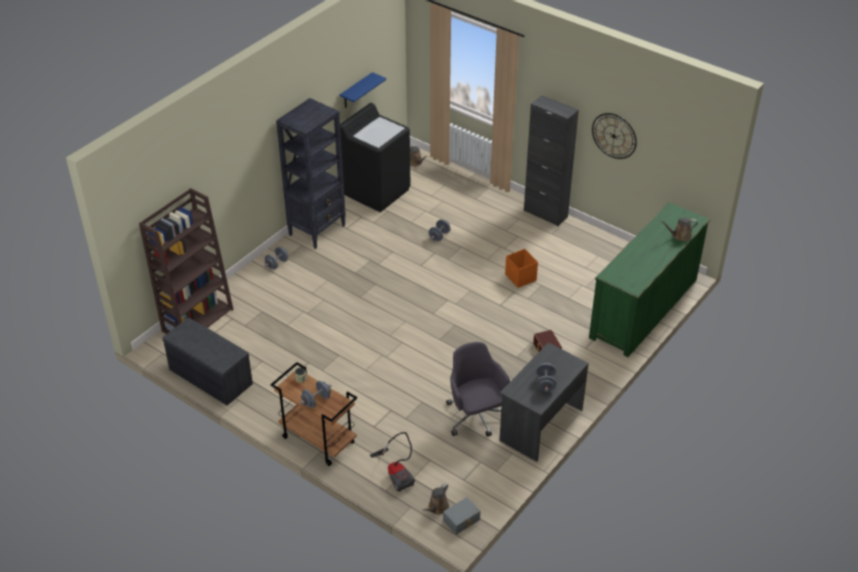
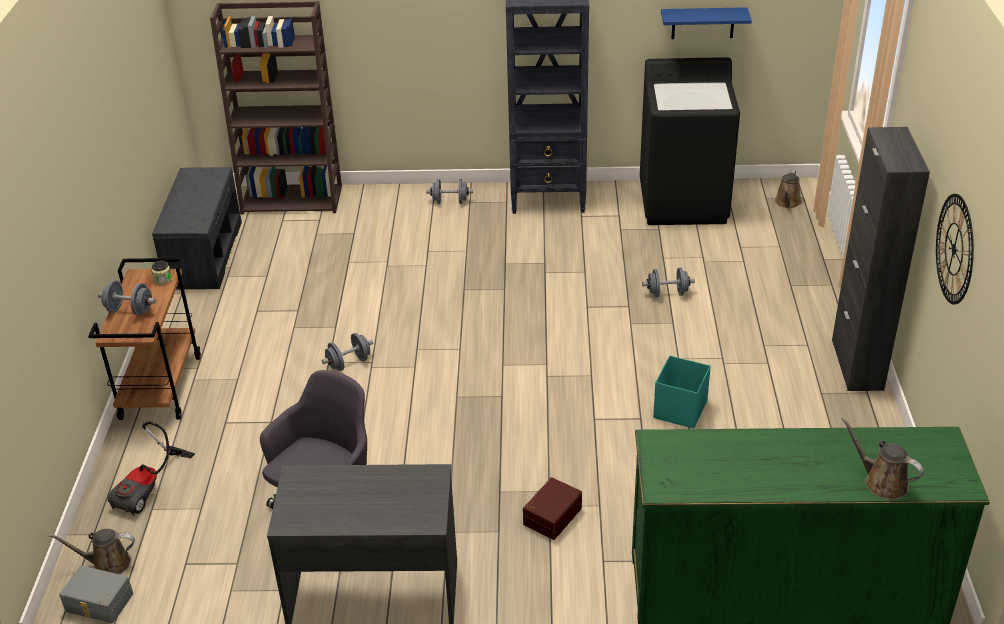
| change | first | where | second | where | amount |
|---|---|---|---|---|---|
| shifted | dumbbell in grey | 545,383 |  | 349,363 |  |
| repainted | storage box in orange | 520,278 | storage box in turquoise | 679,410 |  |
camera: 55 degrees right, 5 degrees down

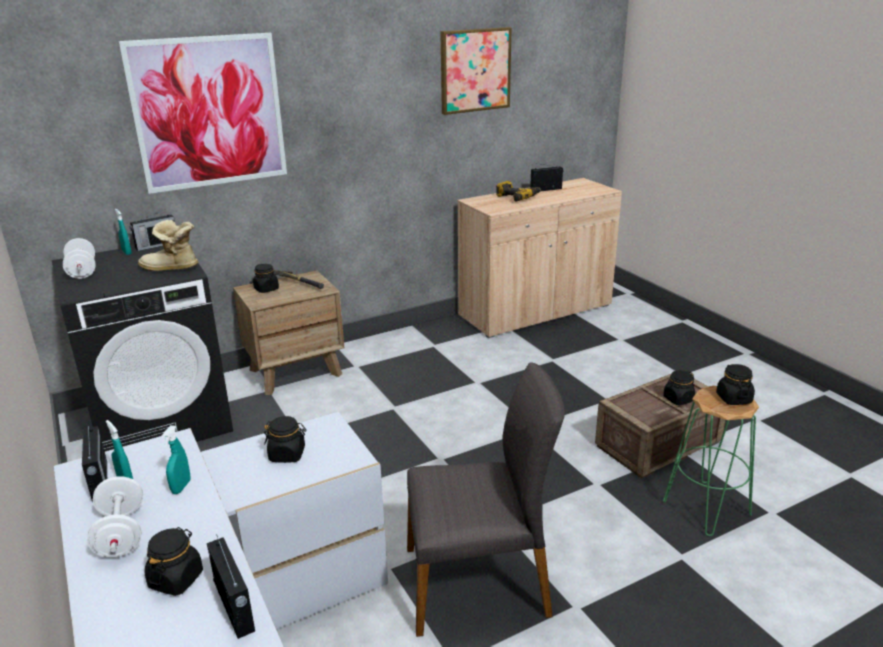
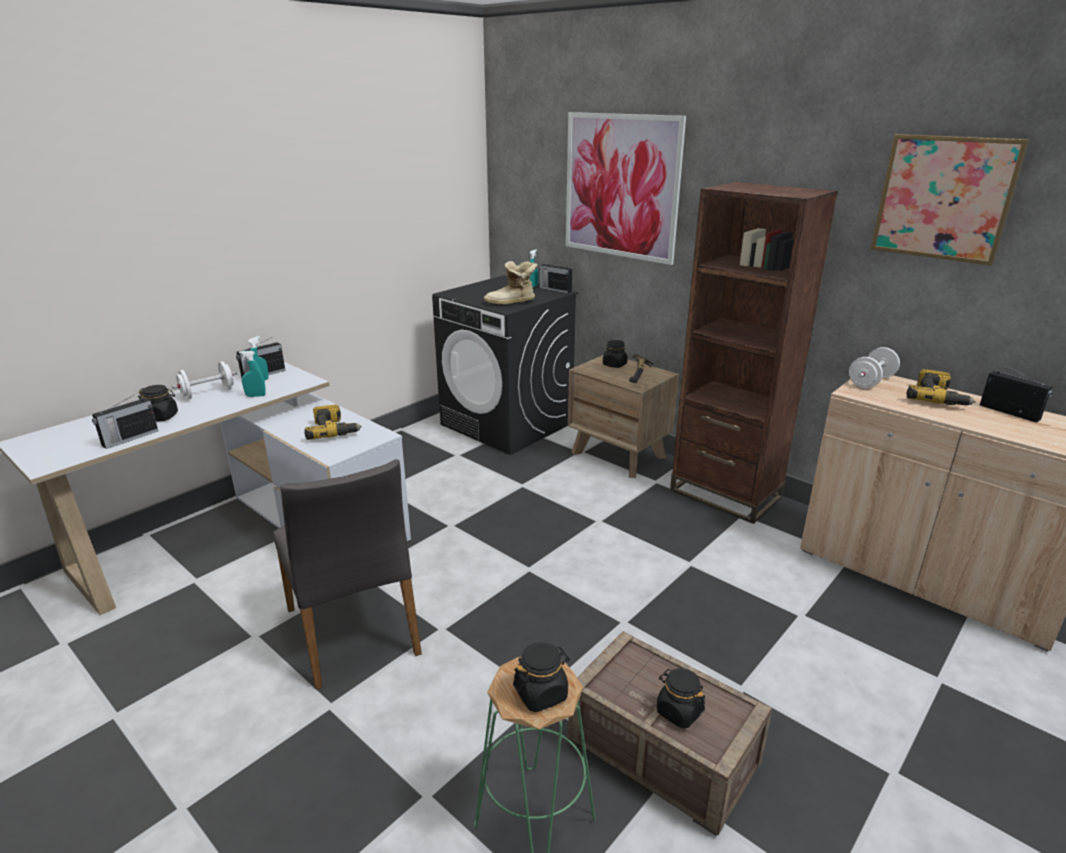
| change | first | where | second | where | amount |
|---|---|---|---|---|---|
| new |  |  | bookcase in brown | 725,494 |  |
| shifted | dumbbell in white | 82,271 |  | 871,382 |  |
| swapped | jar in black | 287,454 | power drill | 333,430 |  |
| rotated | boot | 170,269 |  | 512,303 | 90 degrees counterclockwise |
camera: 70 degrees right, 0 degrees up

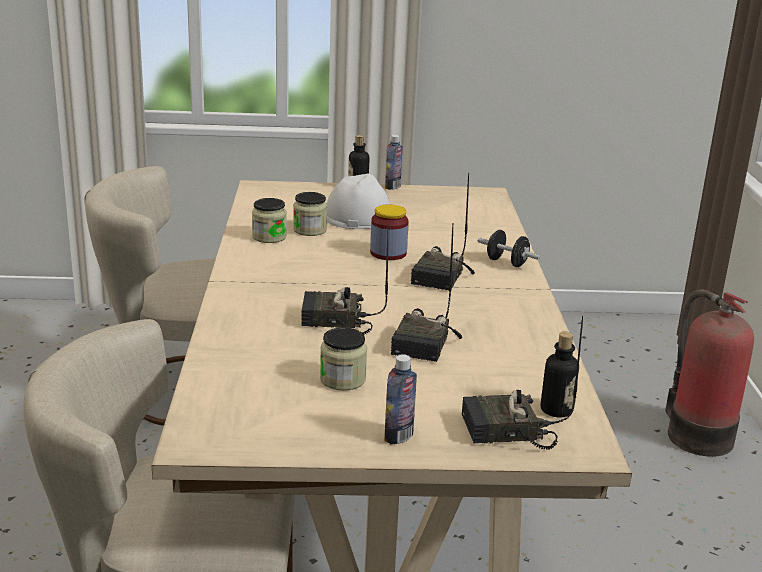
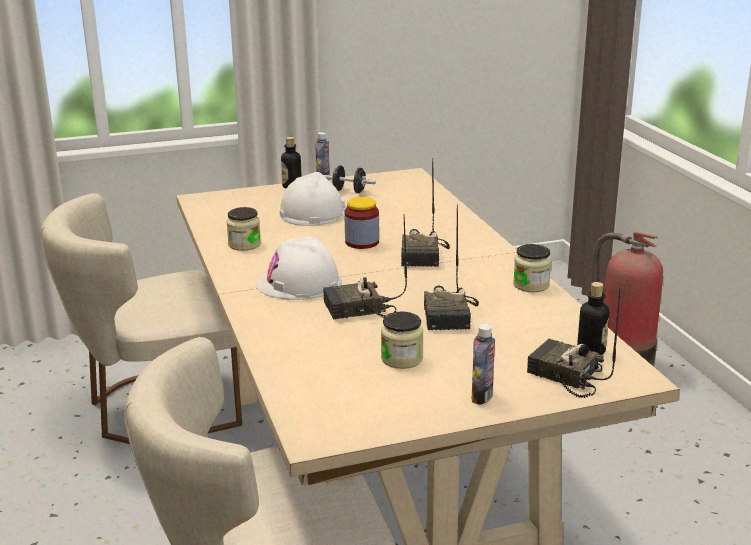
| change | first | where | second | where | amount |
|---|---|---|---|---|---|
| new |  |  | hard hat in white | 299,284 |  |
| shifted | jar | 310,230 |  | 531,285 |  |
| shifted | dumbbell in black | 507,263 |  | 349,191 |  |
| rotated | radio | 506,432 |  | 564,376 | 60 degrees clockwise |
camera: 15 degrees left, 0 degrees up

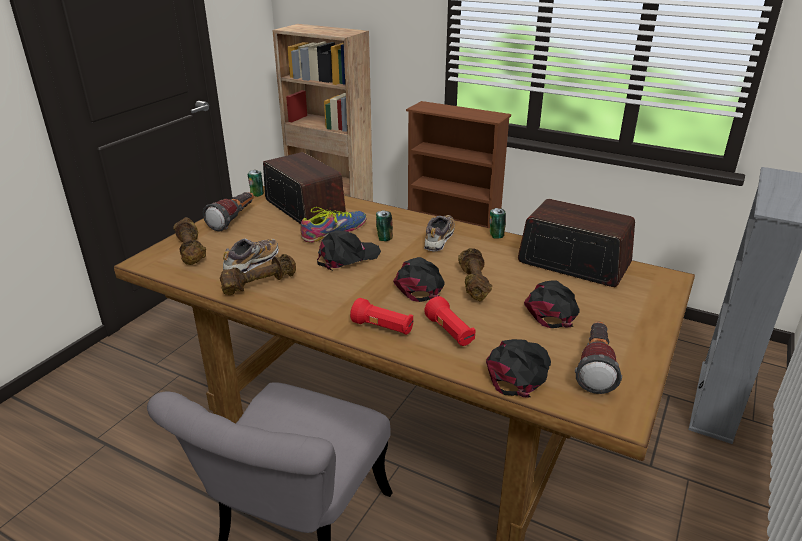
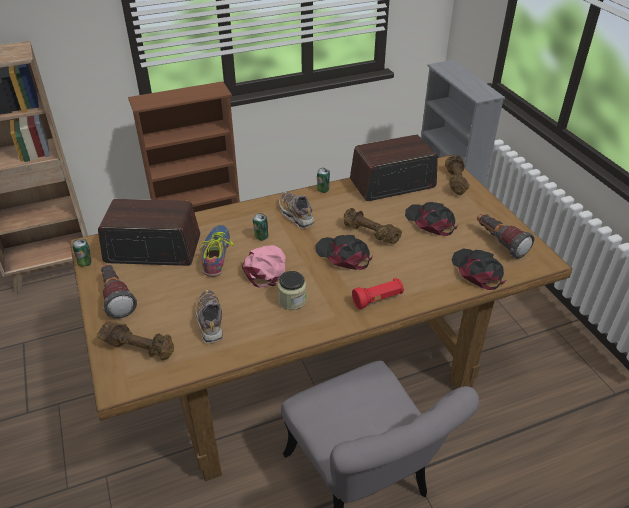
| change | first | where | second | where | amount |
|---|---|---|---|---|---|
| gone | flashlight in red | 450,332 |  |  |  |
| new |  |  | jar | 292,300 |  |
| shifted | dumbbell in brown | 259,284 |  | 455,182 |  |
| repainted | cap in black | 347,257 | cap in pink | 265,268 |  |
camera: 50 degrees left, 10 degrees up

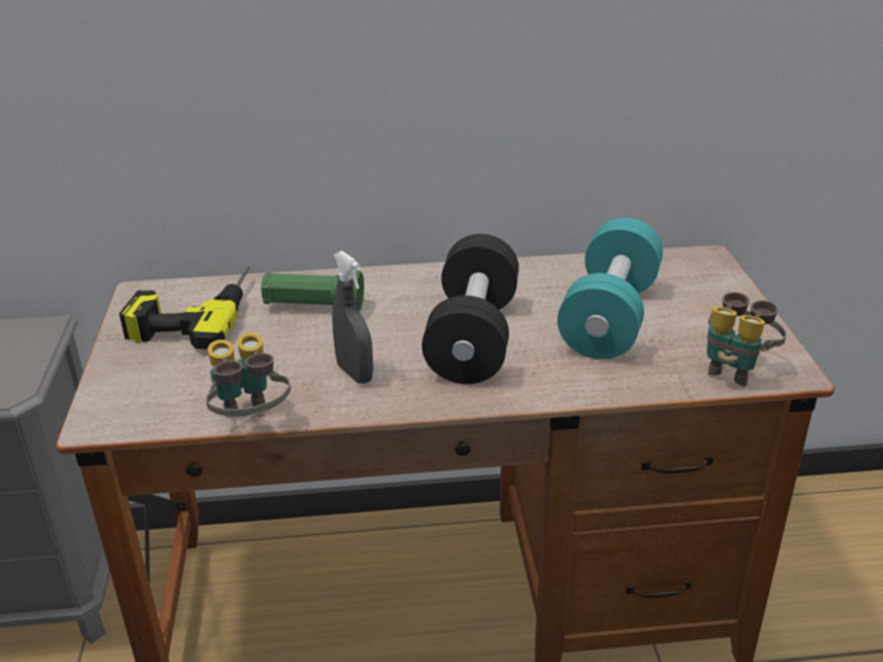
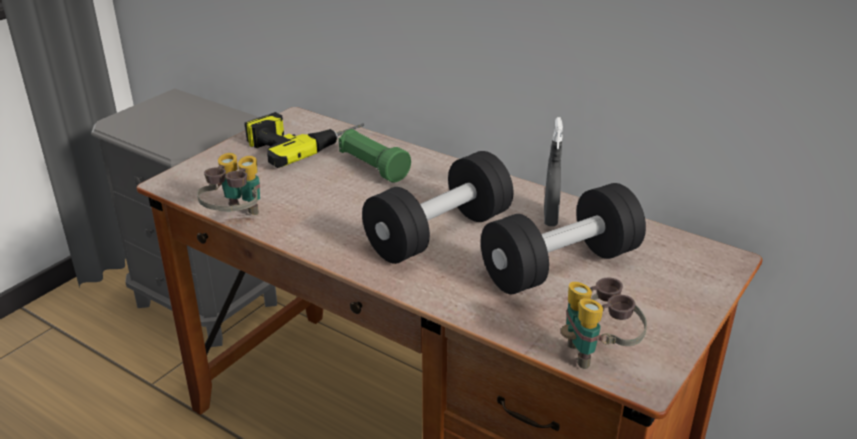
| change | first | where | second | where | amount |
|---|---|---|---|---|---|
| shifted | spray bottle in grey | 355,373 |  | 550,218 |  |
| repainted | dumbbell in turquoise | 609,318 | dumbbell in black | 560,266 |  |
camera: 40 degrees right, 0 degrees up

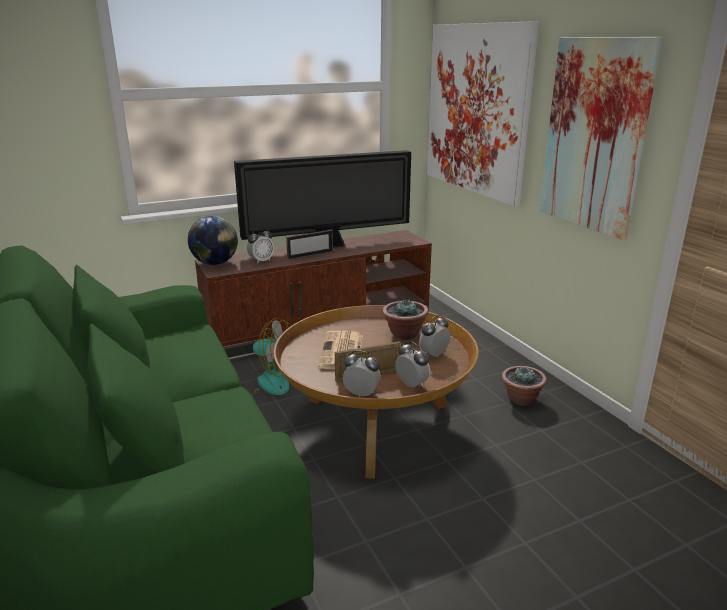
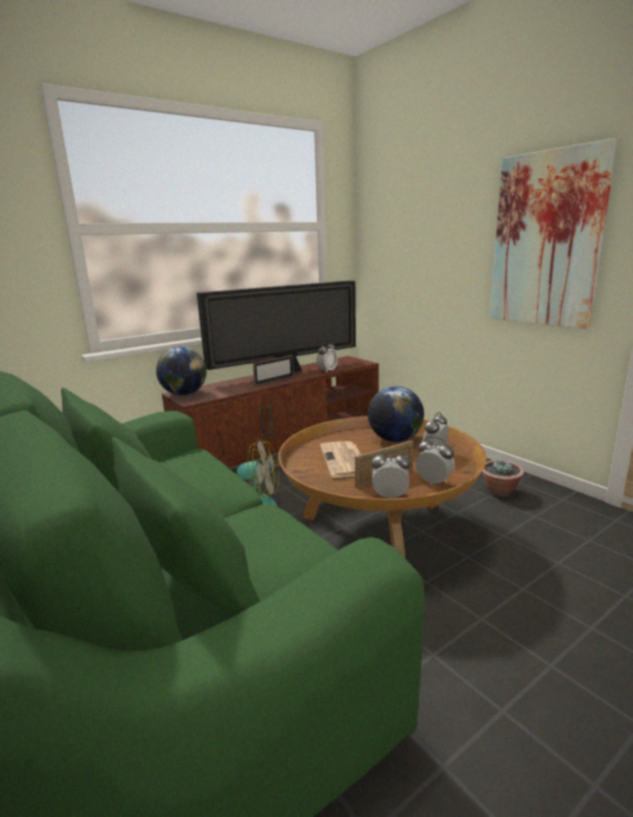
| change | first | where | second | where | amount |
|---|---|---|---|---|---|
| gone | picture | 477,110 |  |  |  |
| shifted | alarm clock | 261,261 |  | 327,371 |  |
| swapped | potted plant | 404,335 | globe | 394,439 |  |
camera: 10 degrees left, 5 degrees down

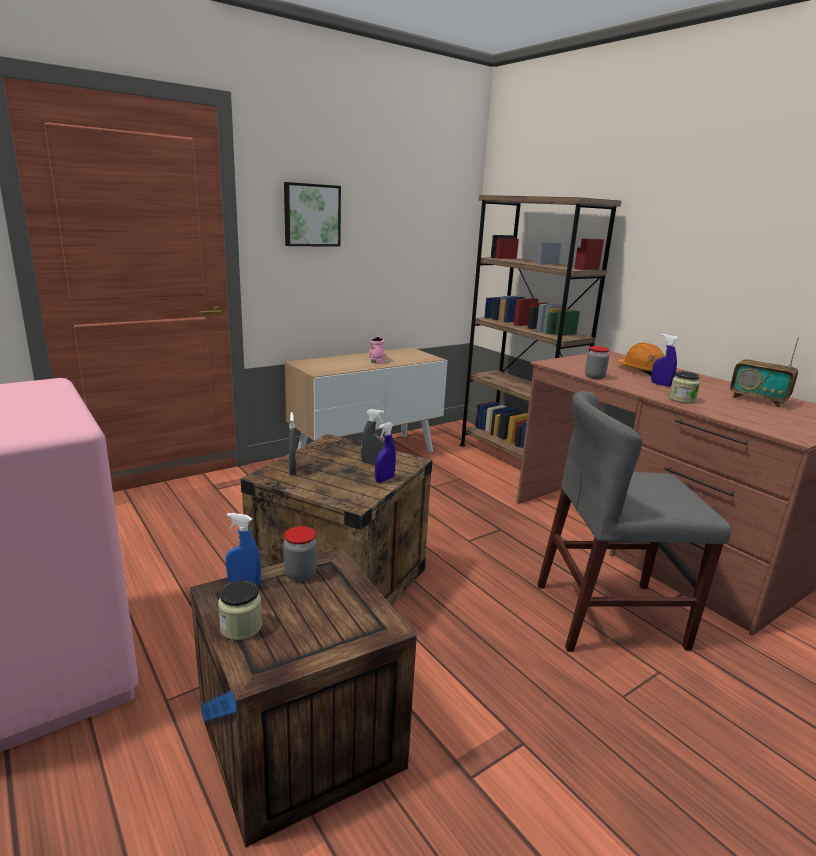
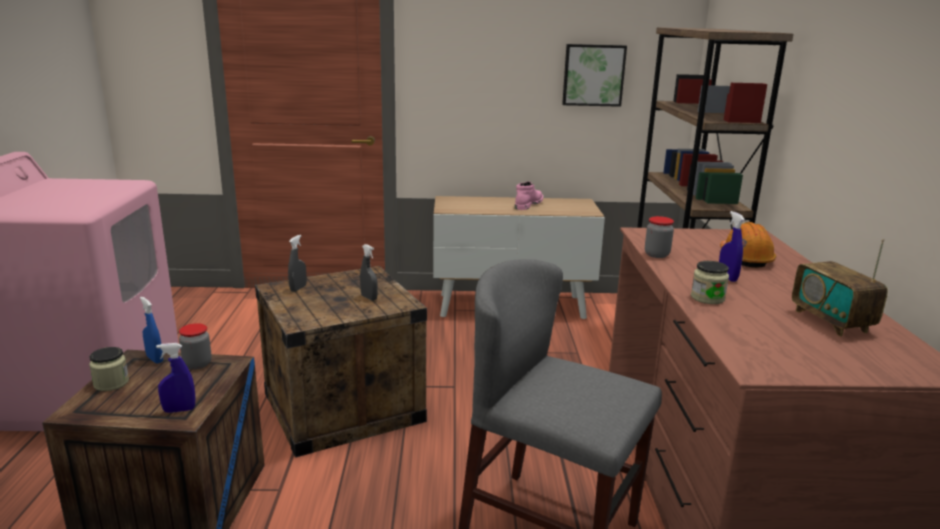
| change | first | where | second | where | amount |
|---|---|---|---|---|---|
| shifted | picture | 311,215 |  | 593,75 |  |
| shifted | spray bottle in blue | 384,479 |  | 179,410 |  |
camera: 35 degrees right, 0 degrees up

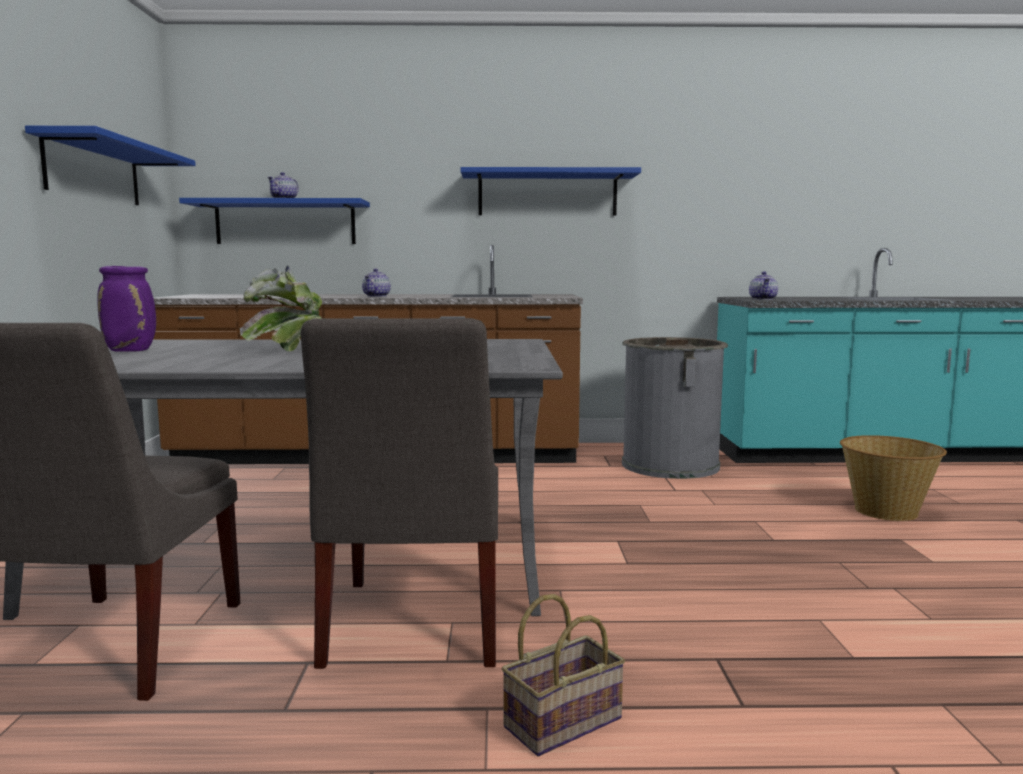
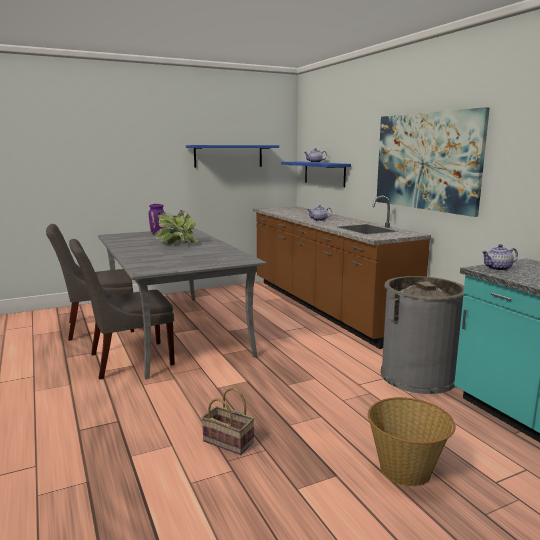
| change | first | where | second | where | amount |
|---|---|---|---|---|---|
| shifted | basket | 564,720 |  | 230,441 |  |
| swapped | shelf in blue | 547,194 | picture | 426,161 |  |
camera: 65 degrees right, 5 degrees up

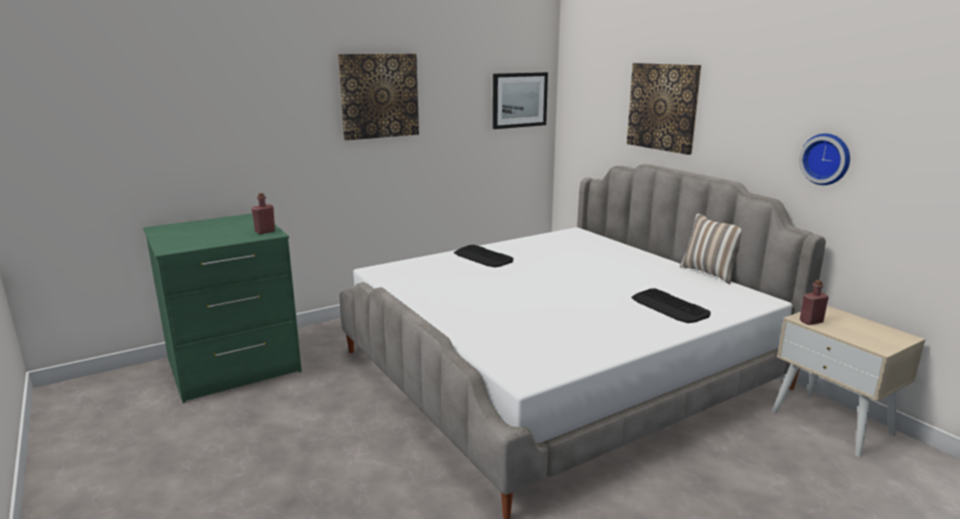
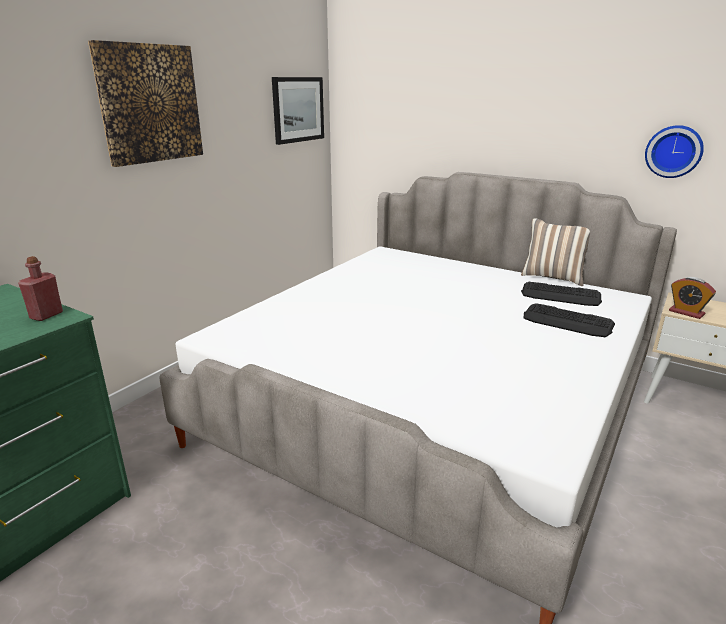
| change | first | where | second | where | amount |
|---|---|---|---|---|---|
| gone | picture | 663,107 |  |  |  |
| shifted | keyboard | 483,257 |  | 561,295 |  |
| swapped | bottle in red | 811,322 | alarm clock | 686,312 |  |
camera: 25 degrees left, 5 degrees up

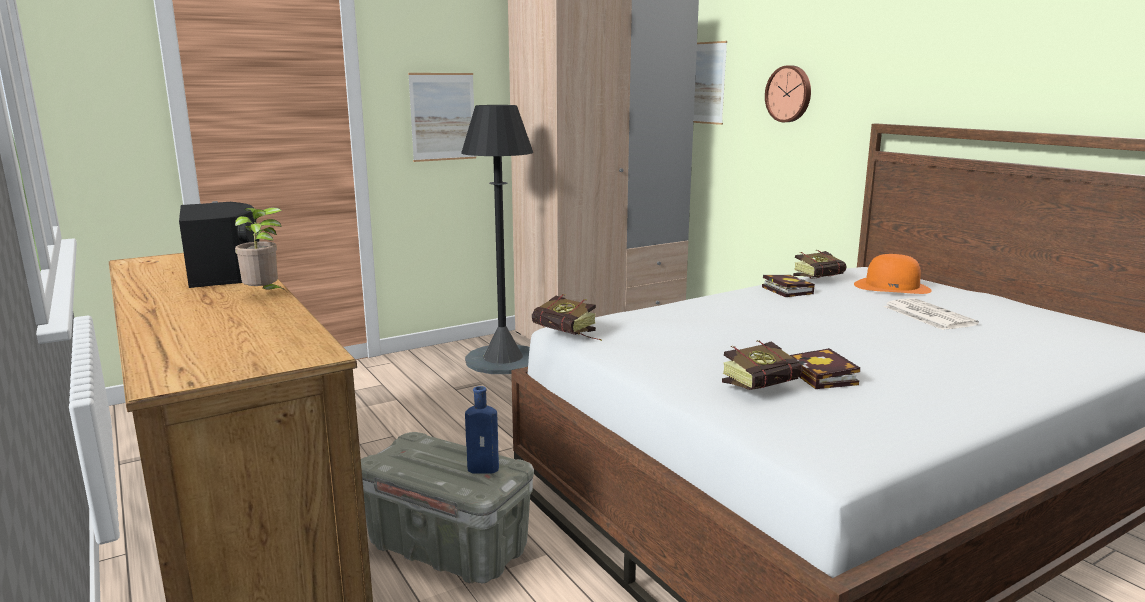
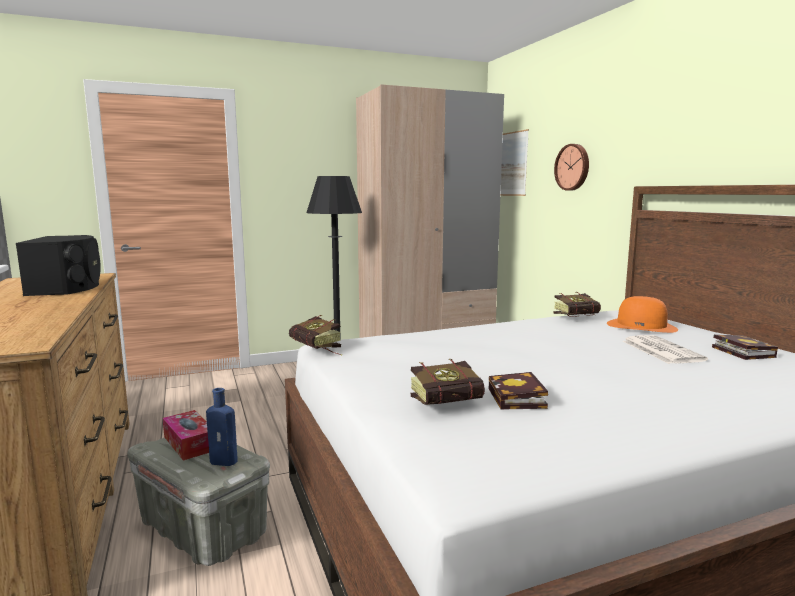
| change | first | where | second | where | amount |
|---|---|---|---|---|---|
| gone | potted plant | 264,295 |  |  |  |
| gone | picture | 443,117 |  |  |  |
| new |  |  | tissue box | 190,443 |  |
| shifted | book | 785,290 |  | 740,351 |  |
camera: 10 degrees right, 5 degrees down

